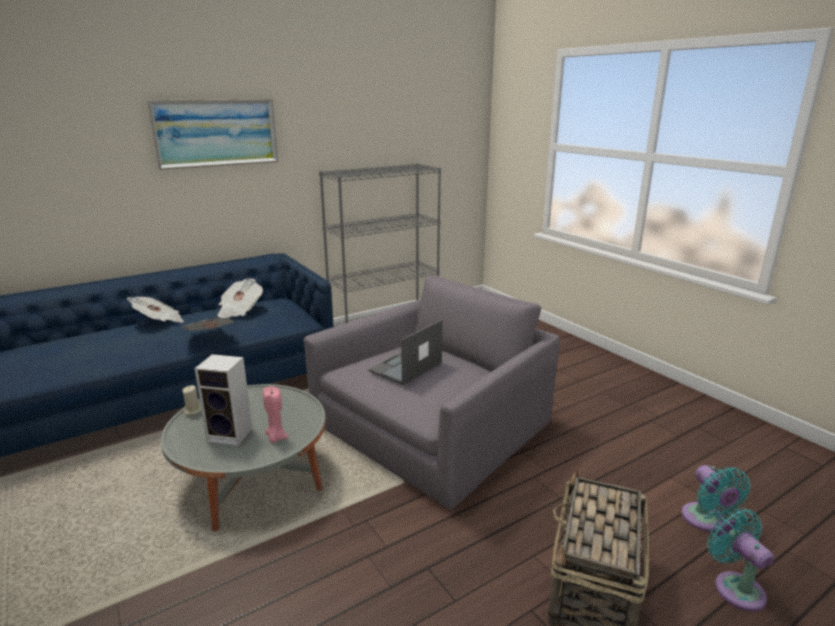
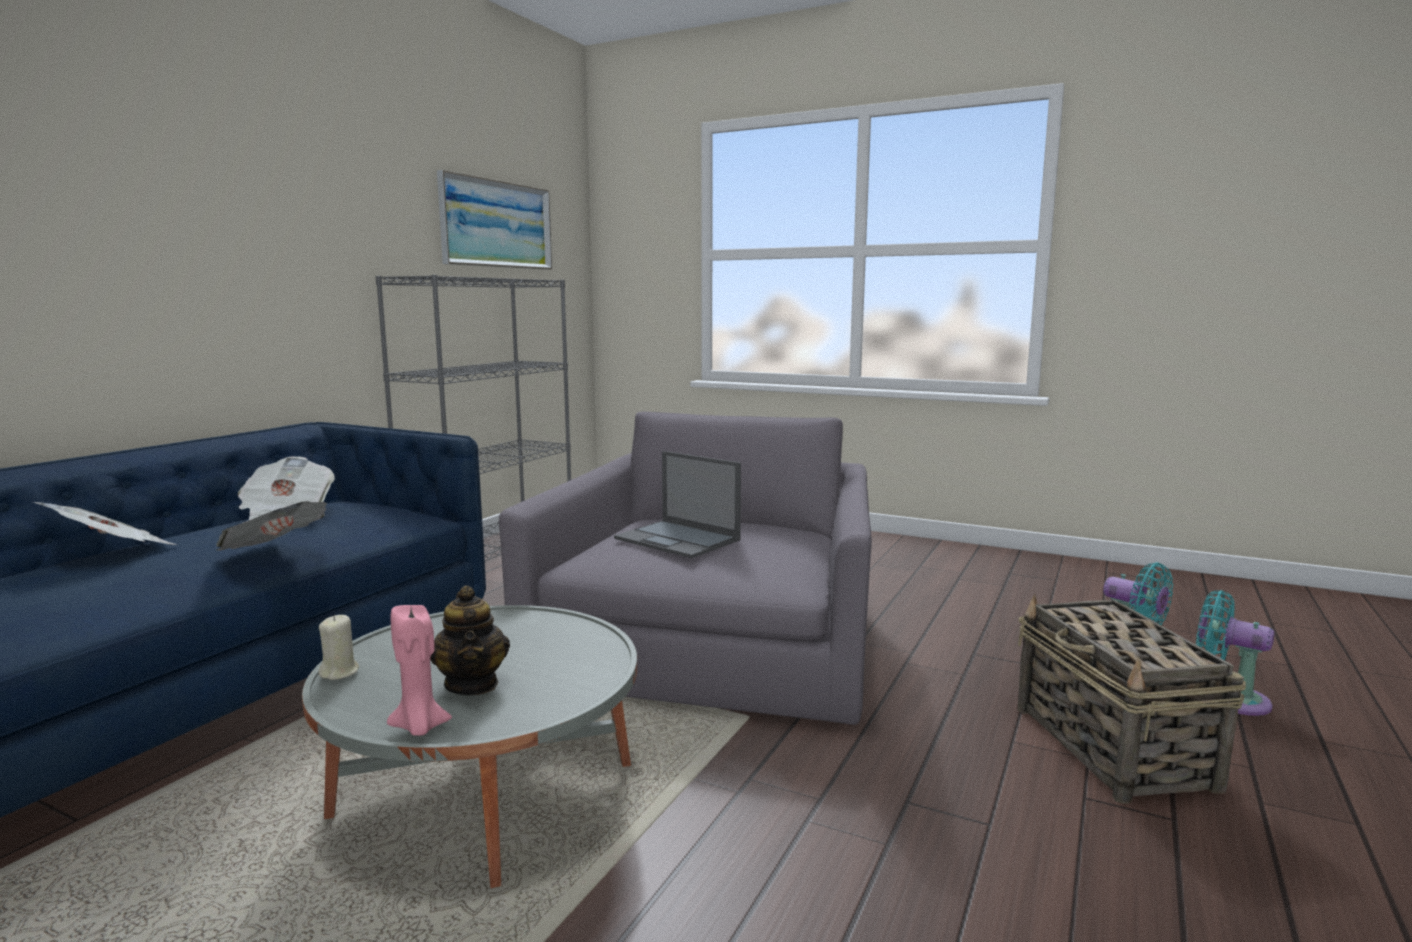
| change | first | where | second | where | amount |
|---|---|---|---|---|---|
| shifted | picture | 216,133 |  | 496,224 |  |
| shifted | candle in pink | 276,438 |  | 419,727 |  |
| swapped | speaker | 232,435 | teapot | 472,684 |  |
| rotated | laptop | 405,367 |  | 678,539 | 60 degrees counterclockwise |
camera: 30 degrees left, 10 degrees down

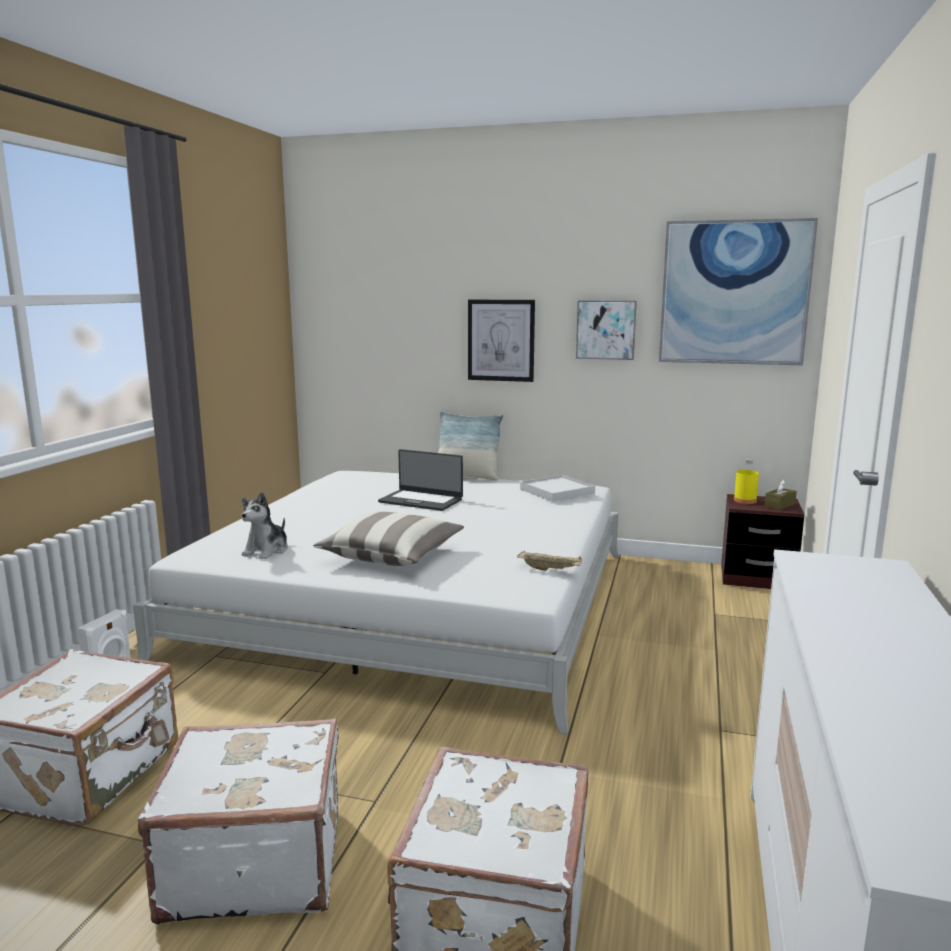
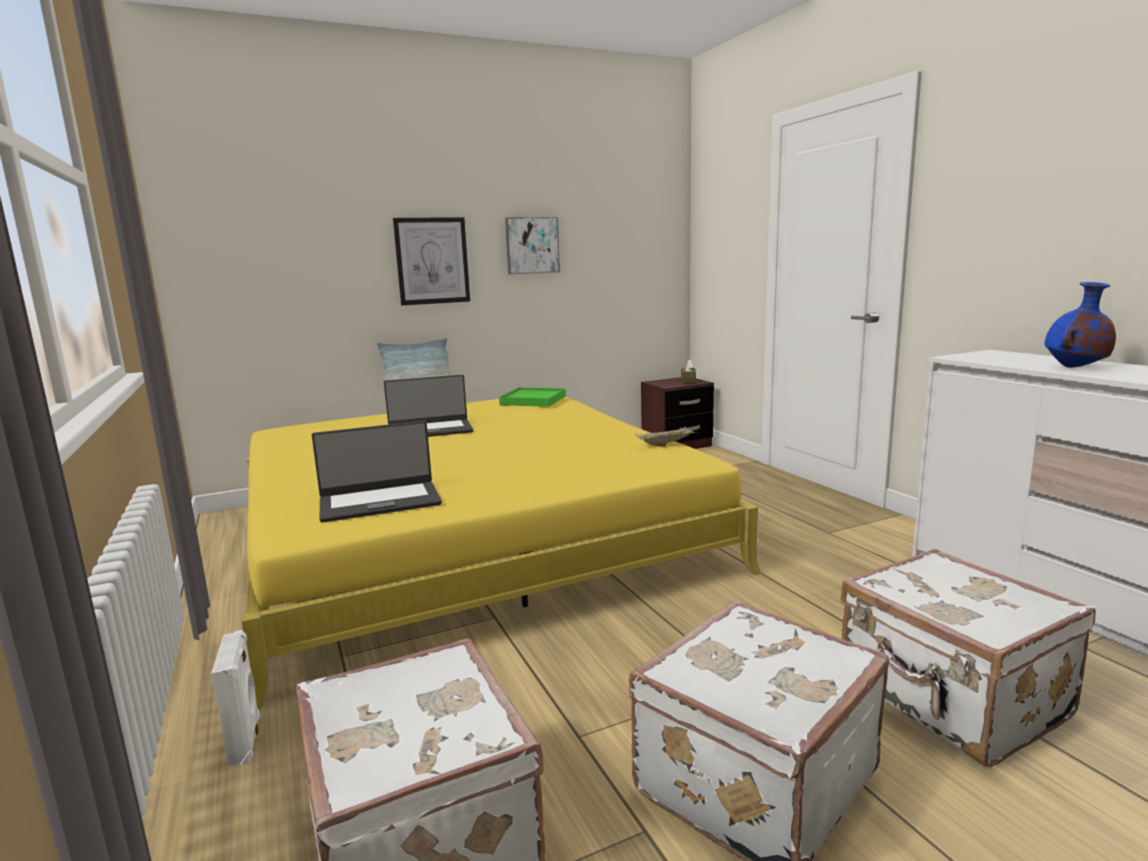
| change | first | where | second | where | amount |
|---|---|---|---|---|---|
| gone | pillow | 391,556 |  |  |  |
| gone | picture | 734,293 |  |  |  |
| gone | bottle in yellow | 745,500 |  |  |  |
| new |  |  | vase in blue | 1075,368 |  |
| swapped | plush toy | 267,551 | laptop | 379,502 |  |
| repainted | bed in white | 417,602 | bed in yellow | 466,535 |  |
| repainted | tray in white | 557,491 | tray in green | 533,400 |  |
camera: 40 degrees left, 0 degrees up

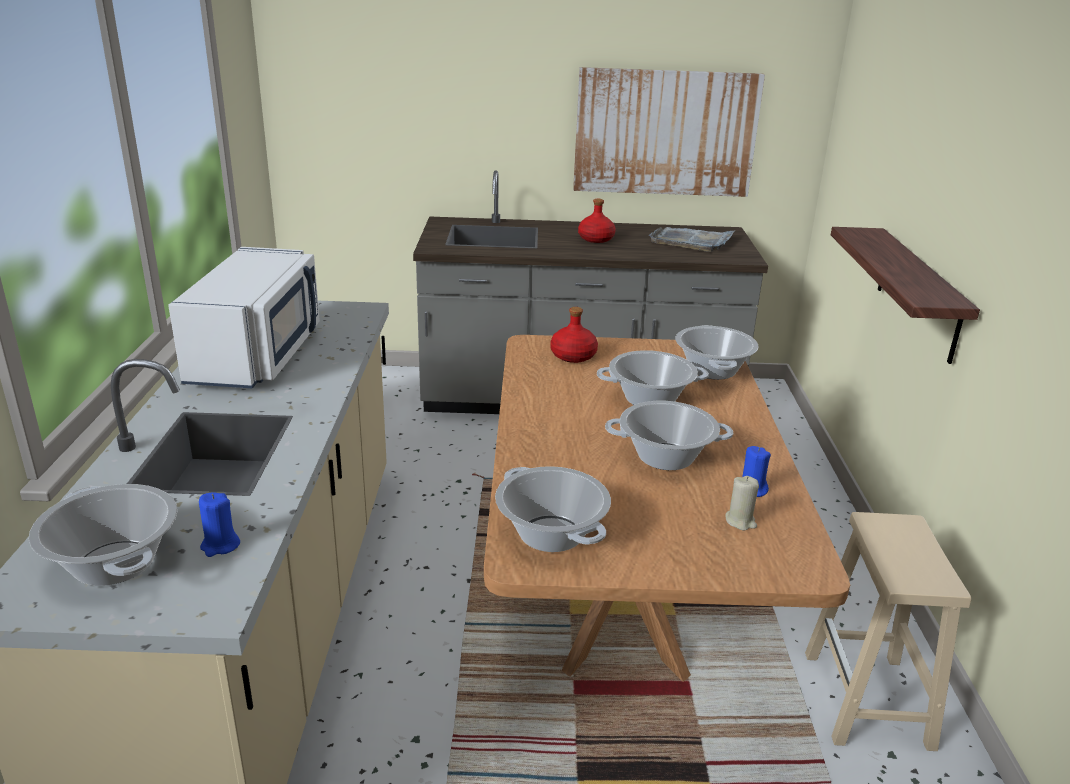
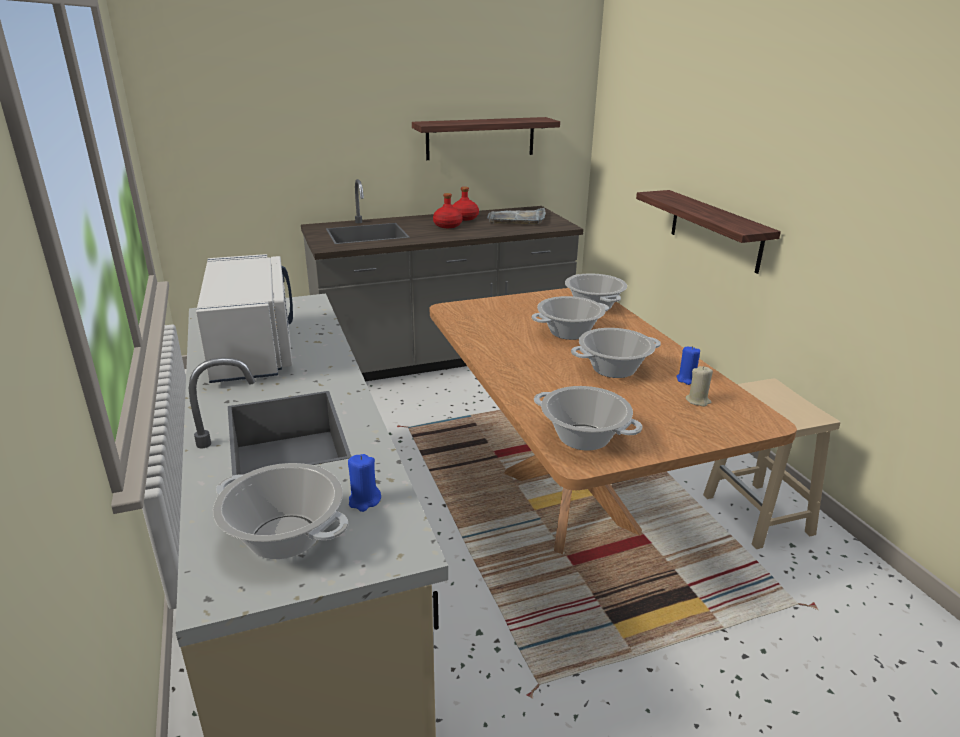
| change | first | where | second | where | amount |
|---|---|---|---|---|---|
| shifted | bottle in red | 573,355 |  | 464,218 |  |
| swapped | picture | 665,133 | shelf | 480,138 |  |
camera: 20 degrees left, 0 degrees up

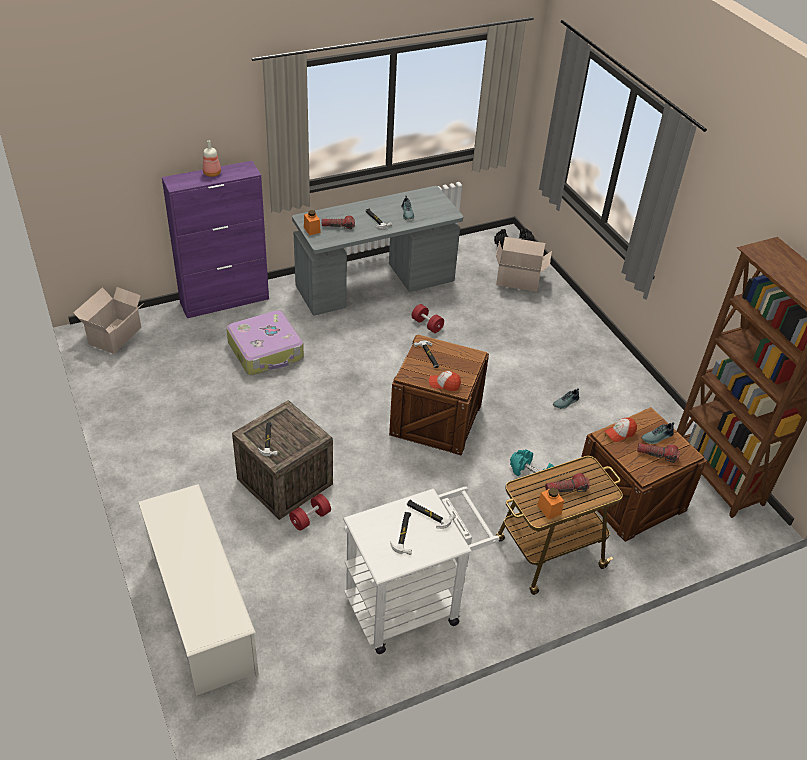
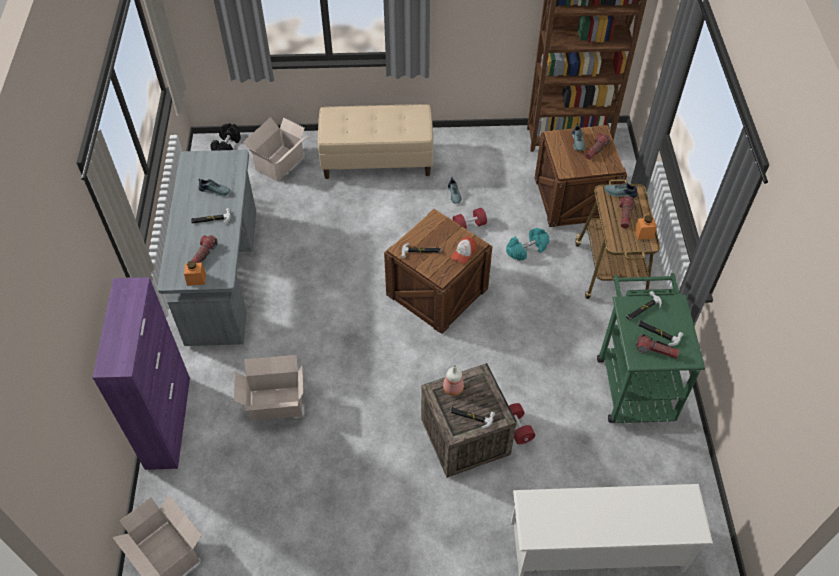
| change | first | where | second | where | amount |
|---|---|---|---|---|---|
| gone | cap | 620,433 |  |  |  |
| new |  |  | bench in beige | 377,160 |  |
| new |  |  | shoe | 620,193 |  |
| new |  |  | flashlight | 656,351 |  |
| shifted | bottle | 212,173 |  | 452,388 |  |
| shifted | dumbbell in red | 427,325 |  | 469,225 |  |
| swapped | suitcase | 266,351 | cardboard box | 274,403 |  |
| repainted | cart in white | 411,604 | cart in green | 633,381 |  |
camera: 65 degrees left, 10 degrees up

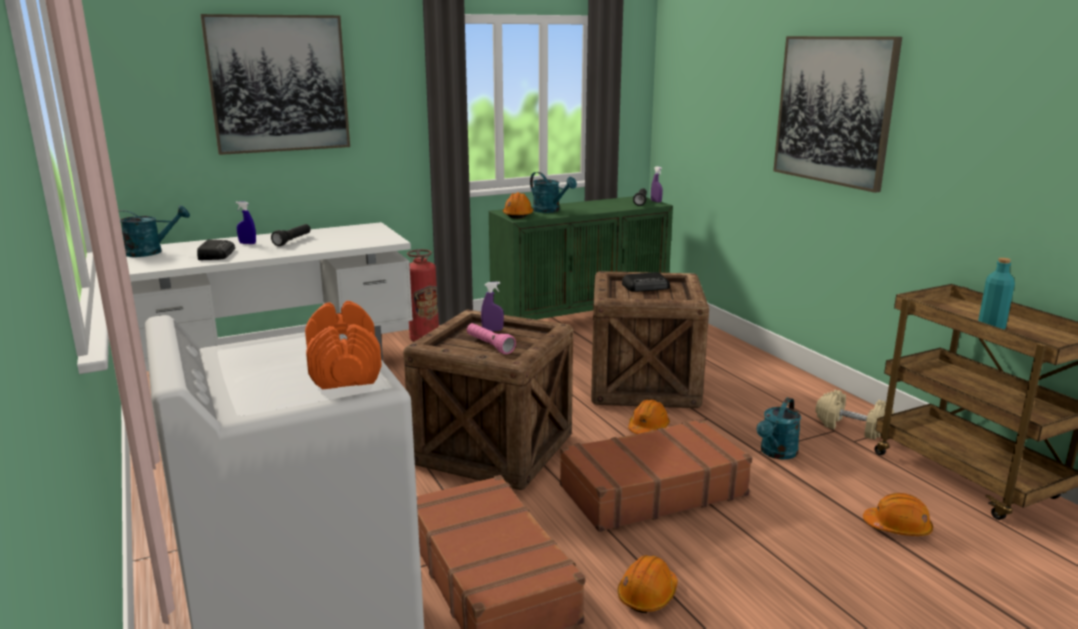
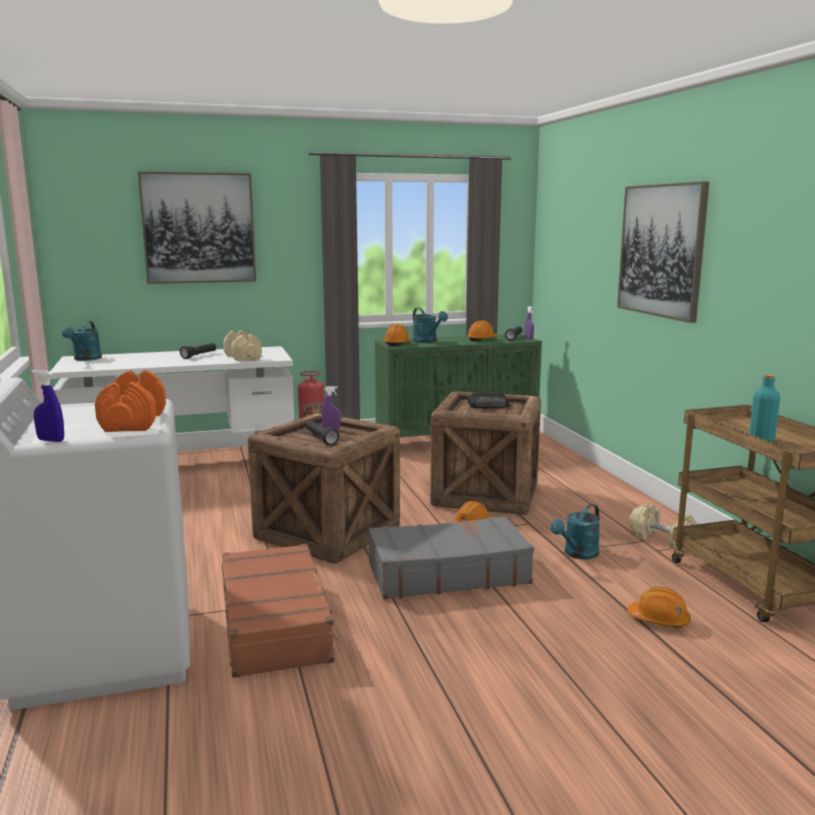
| change | first | where | second | where | amount |
|---|---|---|---|---|---|
| gone | radio | 216,254 |  |  |  |
| new |  |  | dumbbell in beige | 242,357 |  |
| shifted | spray bottle in blue | 247,243 |  | 51,440 |  |
| shifted | hard hat in orange | 647,595 |  | 481,339 |  |
| repainted | flashlight in pink | 489,346 | flashlight in black | 320,439 |  |
| repainted | suitcase in brown | 651,490 | suitcase in grey | 447,573 |  |
| rotated | watering can in turquoise | 151,252 |  | 85,359 | 105 degrees clockwise |
camera: 10 degrees right, 5 degrees down

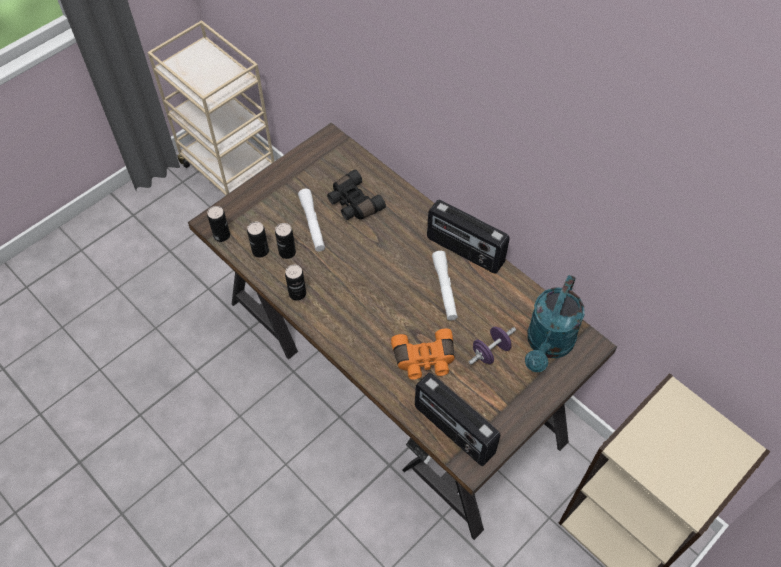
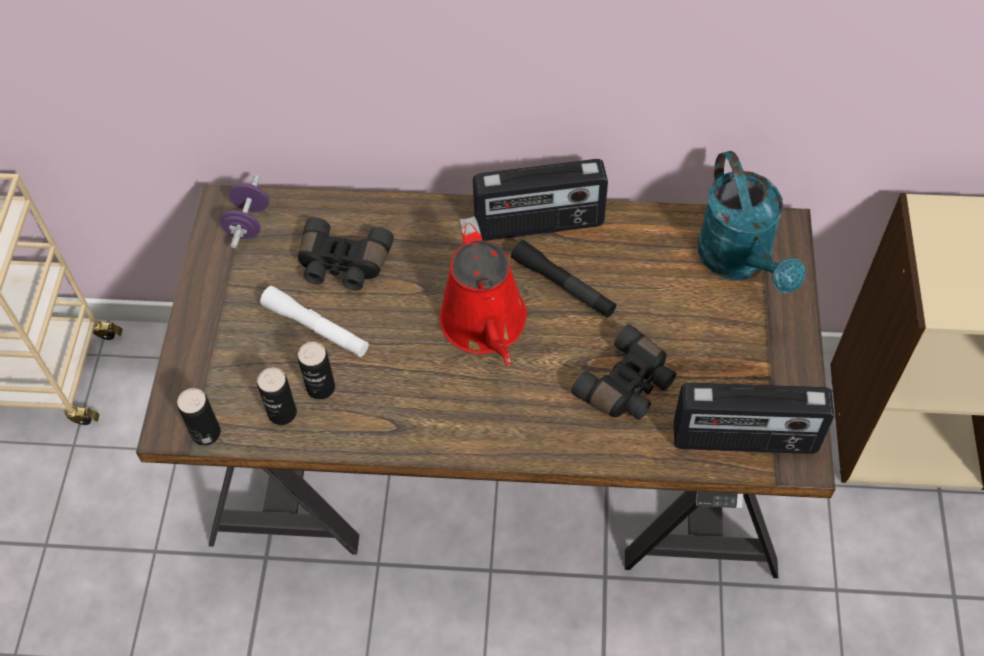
| change | first | where | second | where | amount |
|---|---|---|---|---|---|
| gone | can | 297,293 |  |  |  |
| new |  |  | watering can in red | 485,326 |  |
| shifted | dumbbell in purple | 490,352 |  | 248,223 |  |
| repainted | binoculars in orange | 424,360 | binoculars in black | 628,386 |  |
| repainted | flashlight in white | 444,289 | flashlight in black | 563,285 |  |
camera: 40 degrees left, 0 degrees up

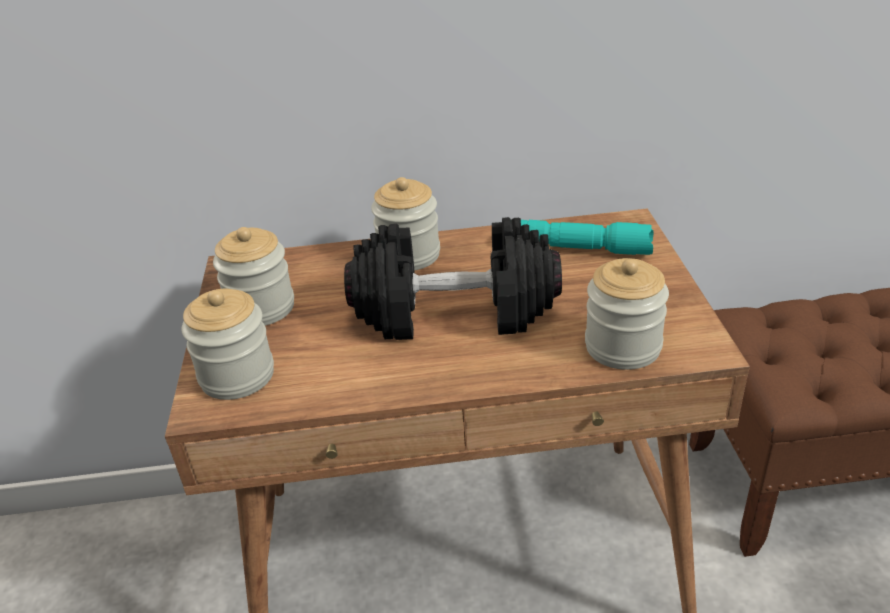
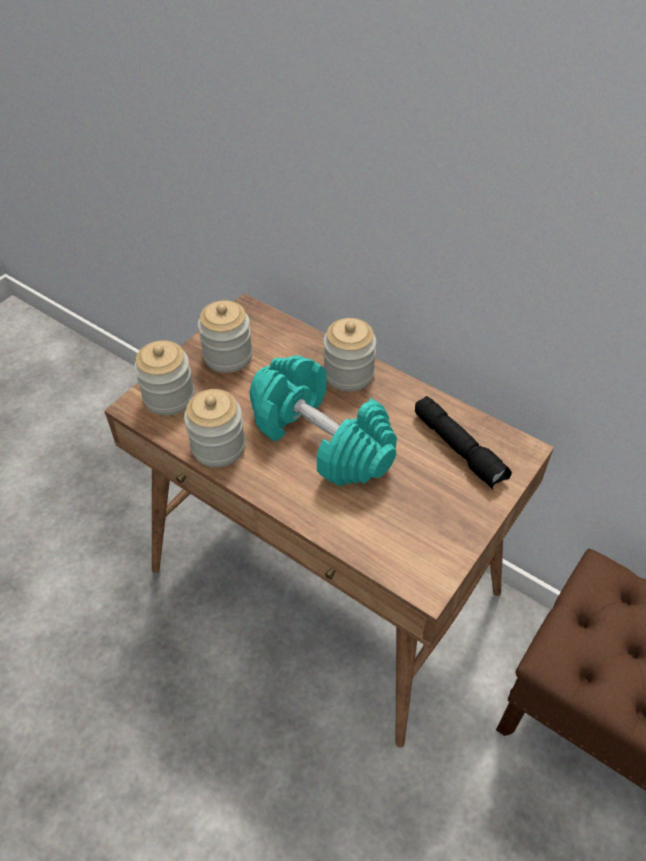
| change | first | where | second | where | amount |
|---|---|---|---|---|---|
| shifted | jar | 622,347 |  | 218,446 |  |
| repainted | dumbbell in black | 455,311 | dumbbell in turquoise | 322,439 |  |
| repainted | flashlight in turquoise | 582,248 | flashlight in black | 459,449 |  |
camera: 40 degrees right, 15 degrees up

